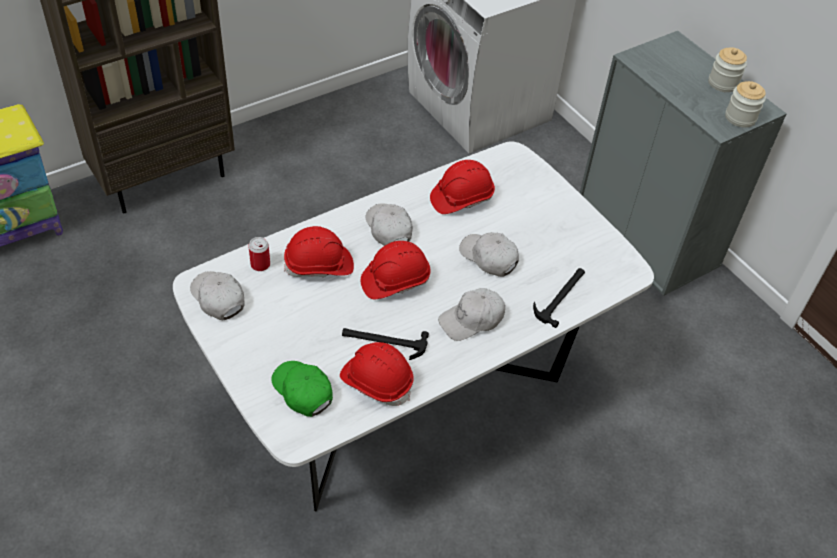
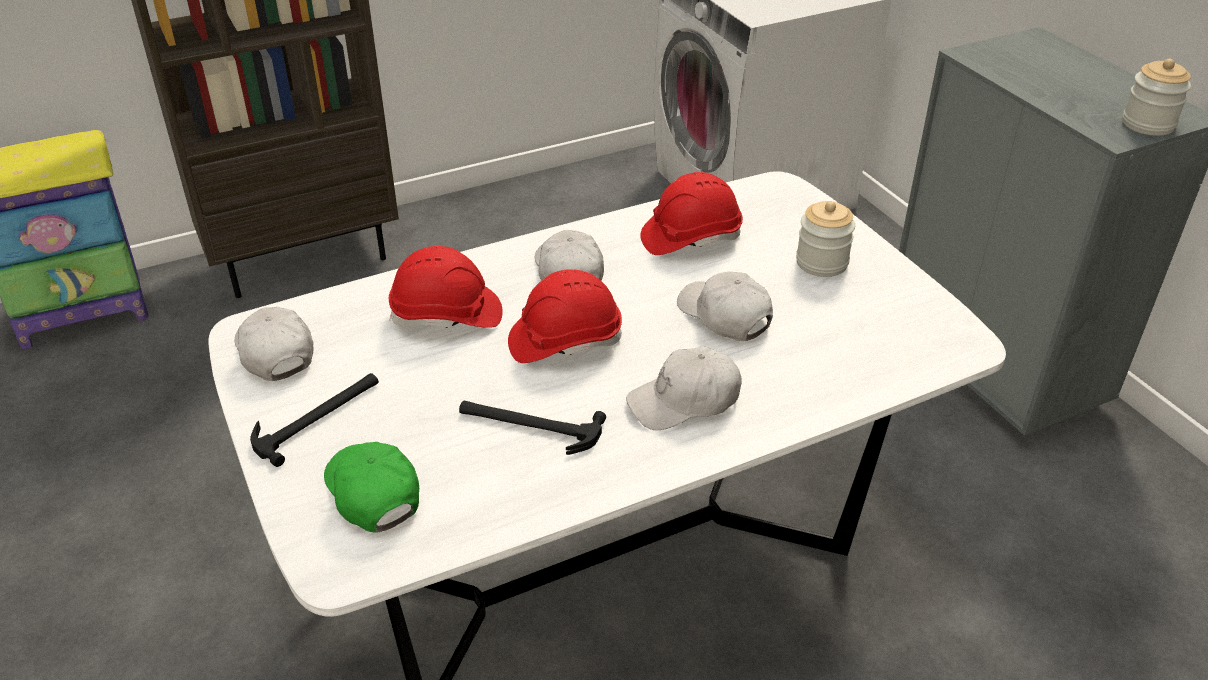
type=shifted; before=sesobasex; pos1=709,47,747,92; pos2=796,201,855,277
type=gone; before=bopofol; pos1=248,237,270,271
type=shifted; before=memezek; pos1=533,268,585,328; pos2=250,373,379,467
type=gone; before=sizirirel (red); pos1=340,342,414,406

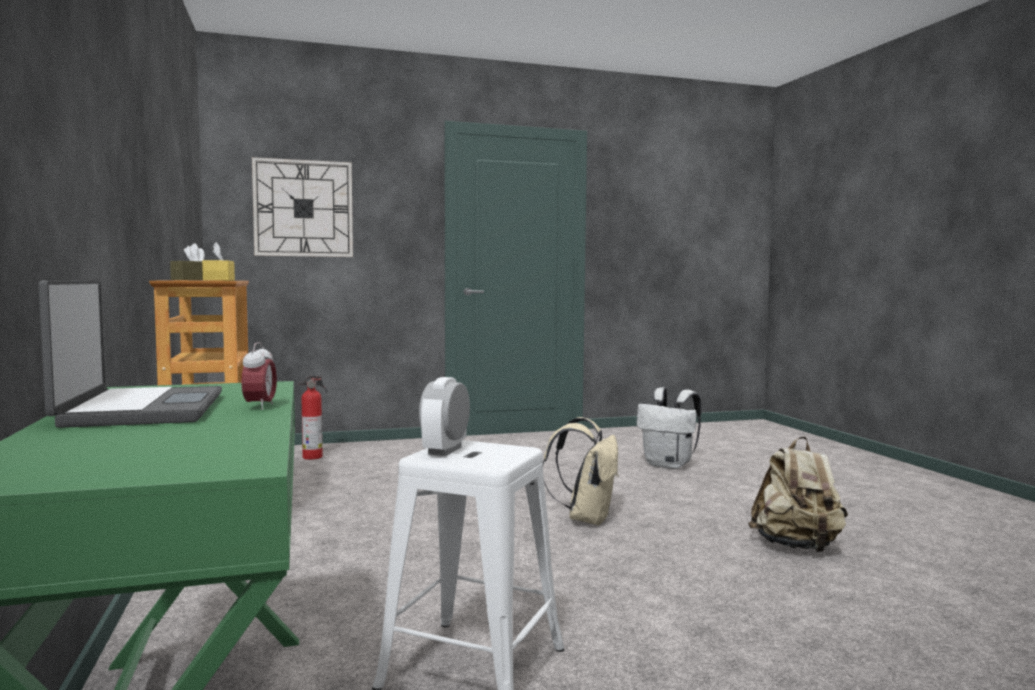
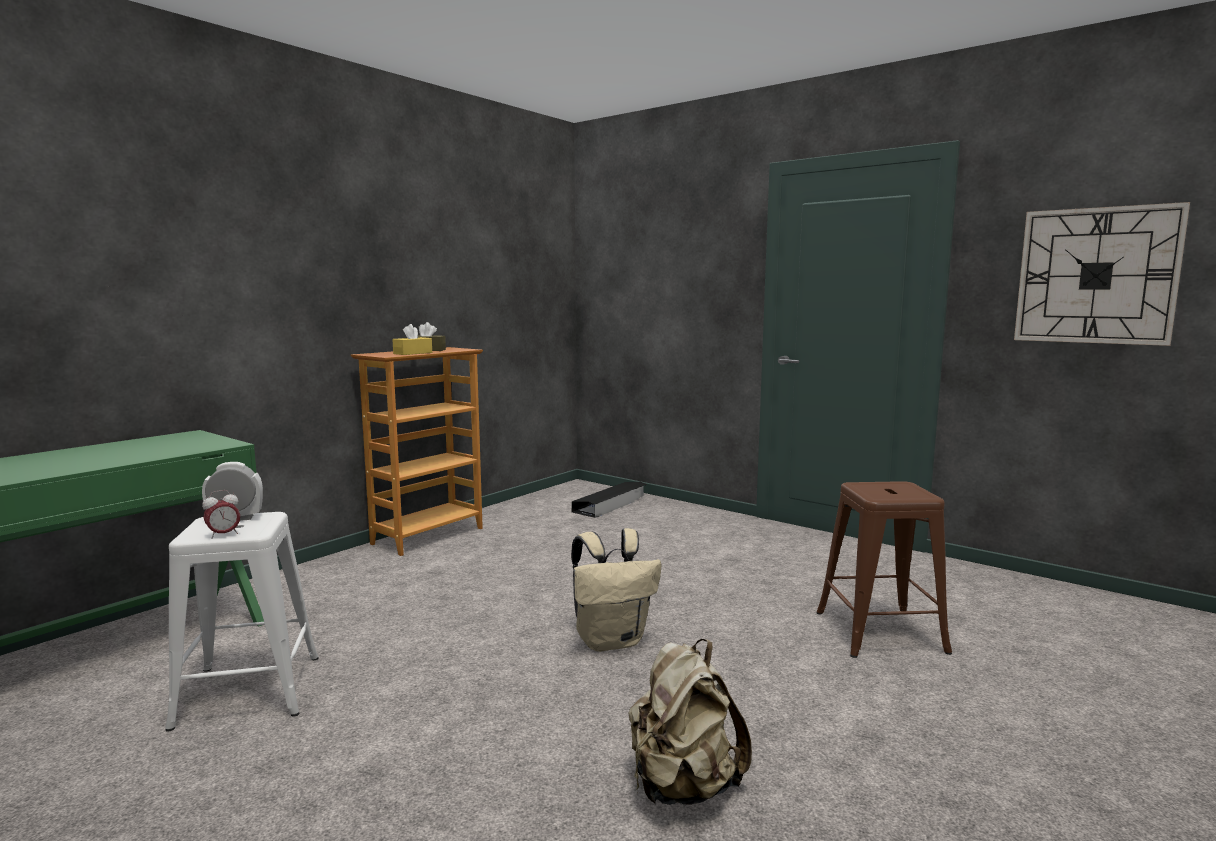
type=shifted; before=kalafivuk; pos1=252,157,353,257; pos2=1014,202,1190,346
type=gone; before=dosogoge; pos1=39,280,222,428
type=shifted; before=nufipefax; pos1=241,342,277,410; pos2=202,490,240,539
type=swapped; before=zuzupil; after=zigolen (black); pos1=298,375,327,460; pos2=572,482,647,518
type=swapped; before=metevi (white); after=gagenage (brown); pos1=636,387,701,469; pos2=816,481,952,658

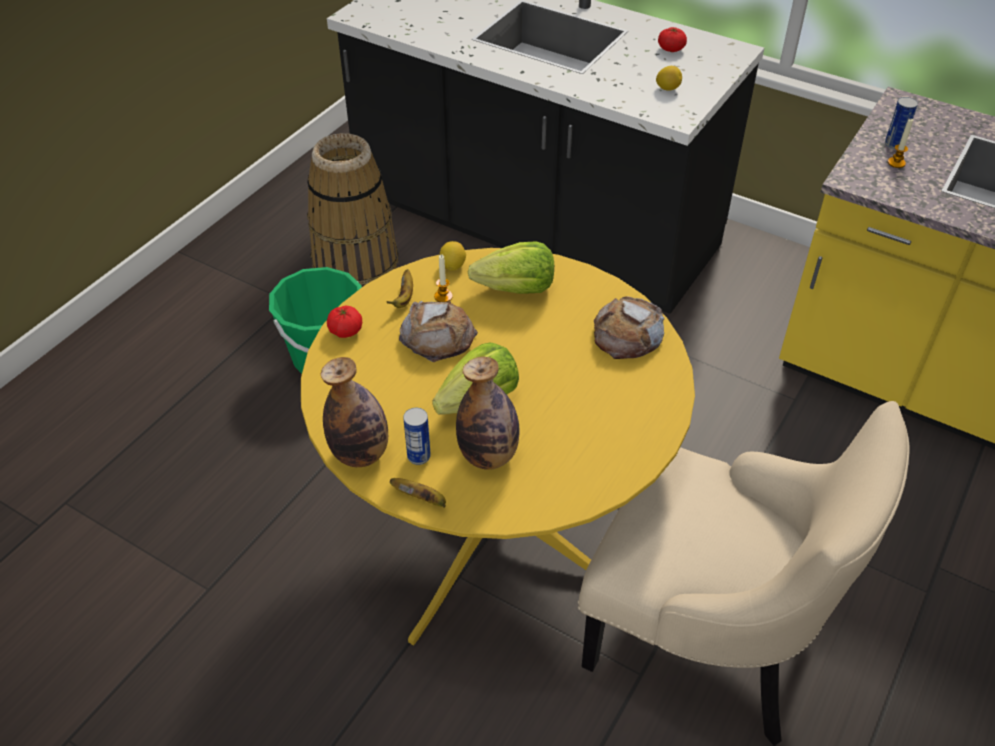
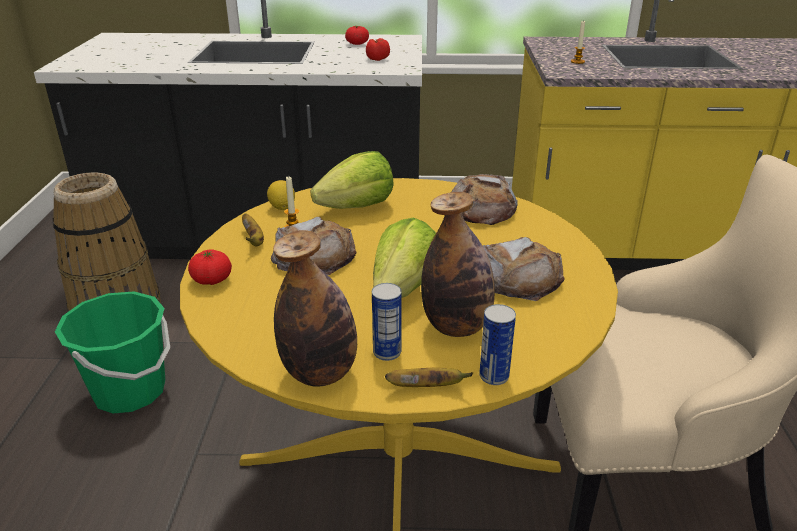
type=swapped; before=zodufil; after=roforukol; pos1=656,66,682,90; pos2=366,38,390,61
type=shifted; before=bopofol; pos1=885,97,918,150; pos2=479,304,516,385
type=new; after=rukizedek; pos2=483,237,565,301

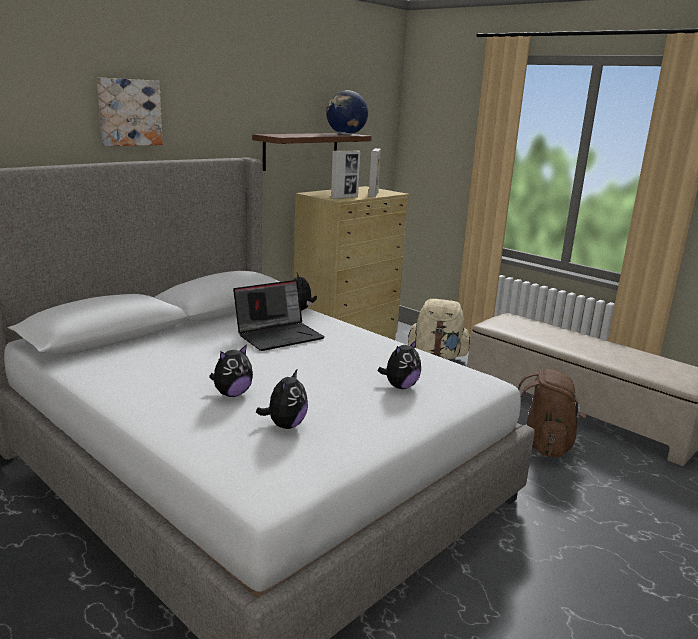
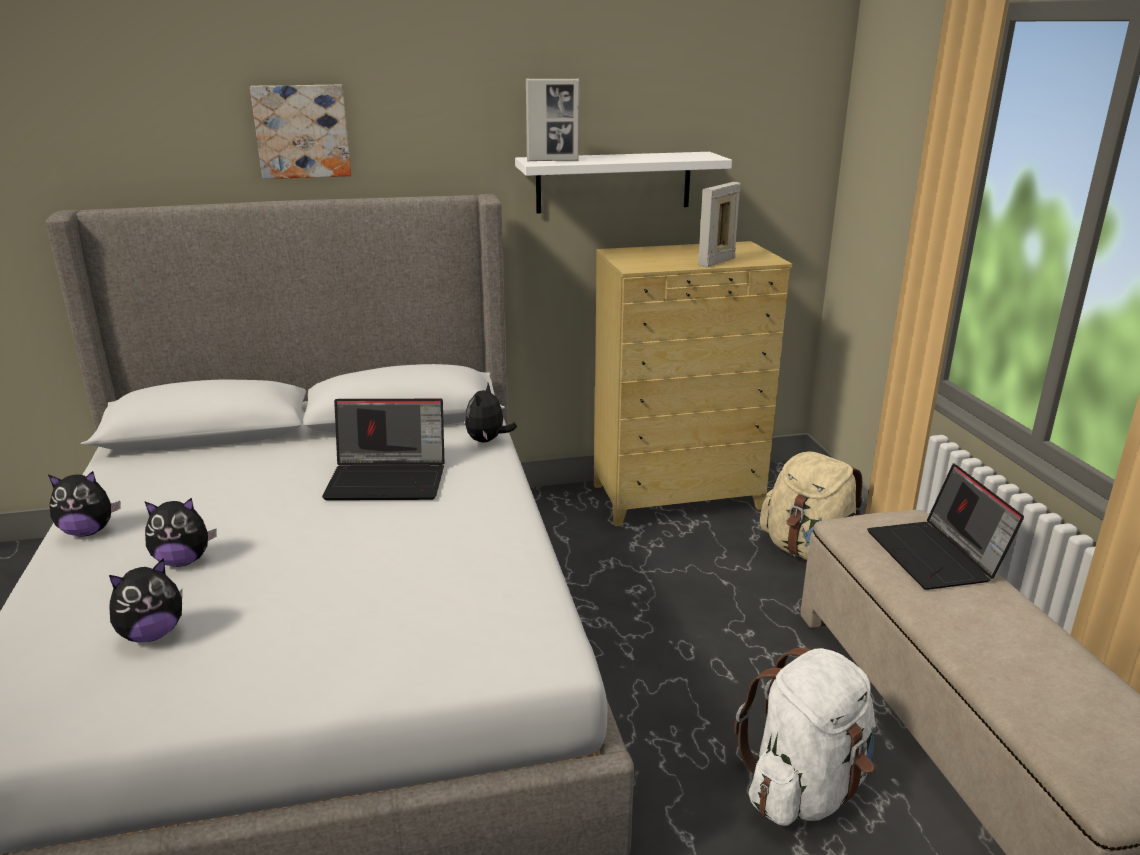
type=gone; before=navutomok; pos1=326,90,368,135
type=repainted; before=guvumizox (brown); after=guvumizox (white); pos1=252,133,371,171; pos2=515,152,732,214
type=shifted; before=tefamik; pos1=331,150,361,199; pos2=526,78,579,161
type=shifted; before=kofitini; pos1=378,340,421,389; pos2=48,471,121,537
type=repainted; before=metevi (brown); after=metevi (white); pos1=518,369,586,457; pos2=734,648,876,826
type=new; after=dosogoge; pos2=867,463,1024,590

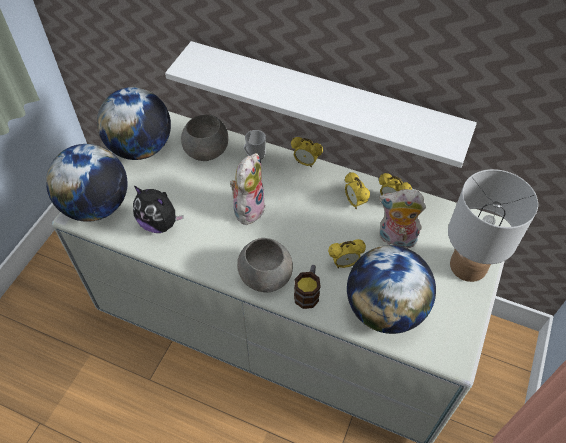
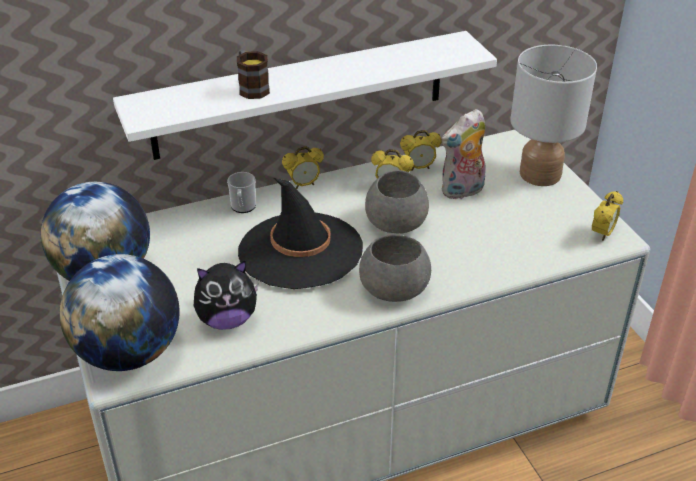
type=shifted; before=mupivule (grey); pos1=181,114,228,161; pos2=365,170,429,233
type=swapped; before=kofitini; after=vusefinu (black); pos1=230,153,266,225; pos2=238,178,363,289
type=shifted; before=nufipefax; pos1=328,239,366,268; pos2=592,191,623,241
type=gone; before=navutomok; pos1=347,245,436,334
type=shifted; before=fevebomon; pos1=294,265,321,309; pos2=237,50,270,99

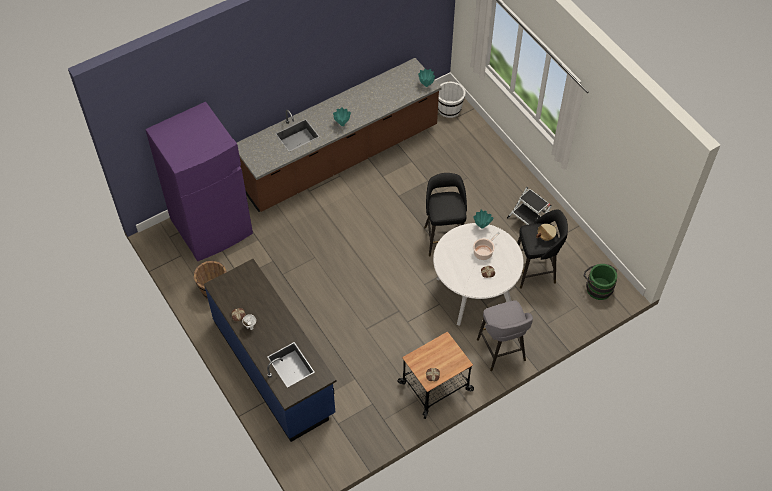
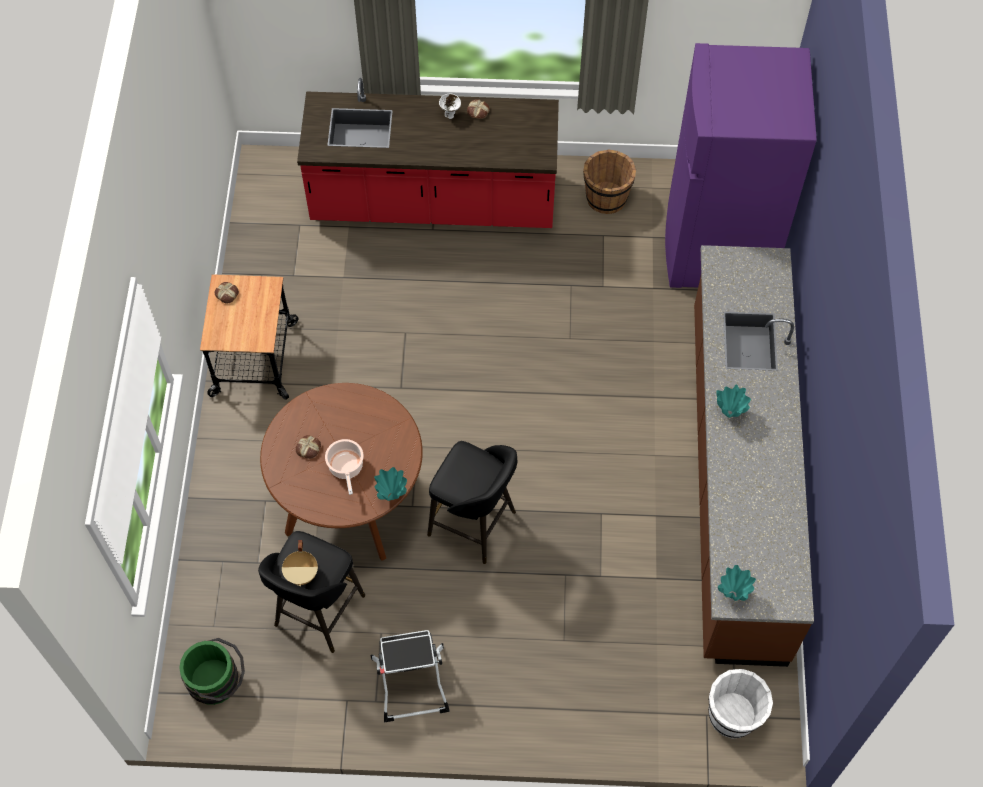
type=repainted; before=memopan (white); after=memopan (brown); pos1=433,223,524,326; pos2=260,383,423,561
type=repainted; before=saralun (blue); after=saralun (red); pos1=204,259,337,442; pos2=297,78,559,228
type=gone; before=gagenage (grey); pos1=477,301,533,371

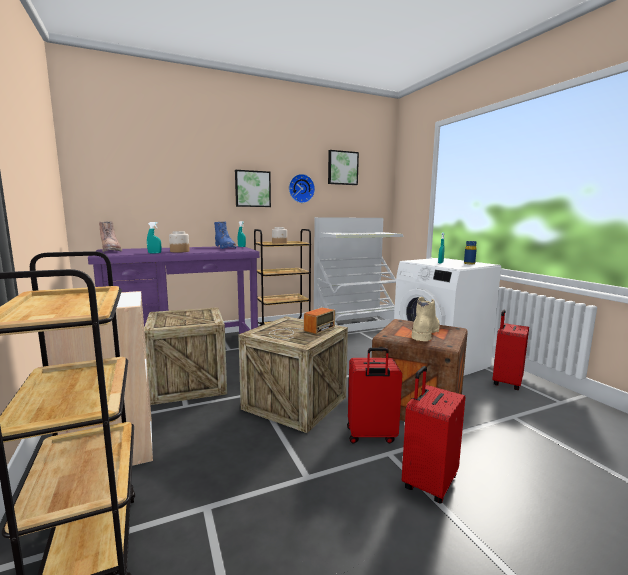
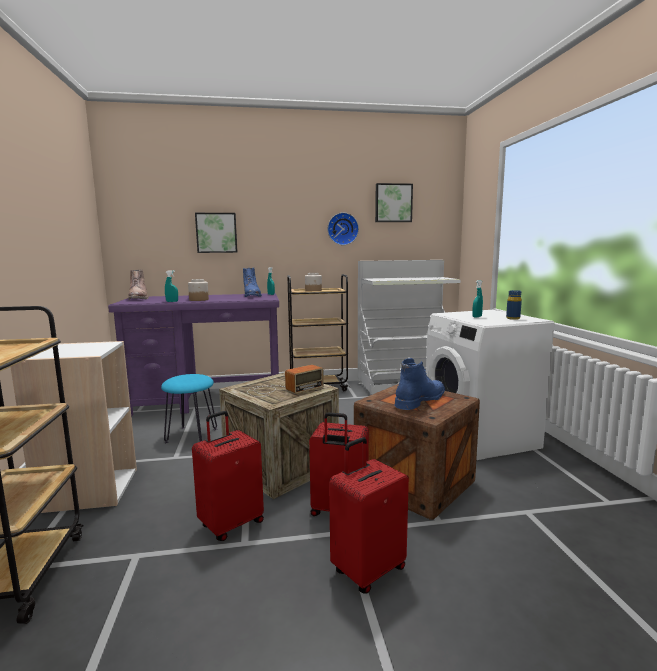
type=shifted; before=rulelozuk; pos1=235,170,271,207; pos2=195,213,238,253
type=repainted; before=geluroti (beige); after=geluroti (blue); pos1=411,297,440,341; pos2=394,358,445,410
type=swapped; before=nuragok; after=gagenage (turquoise); pos1=144,307,227,405; pos2=161,374,217,443
type=shifted; before=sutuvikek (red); pos1=492,310,529,390; pos2=192,411,264,541

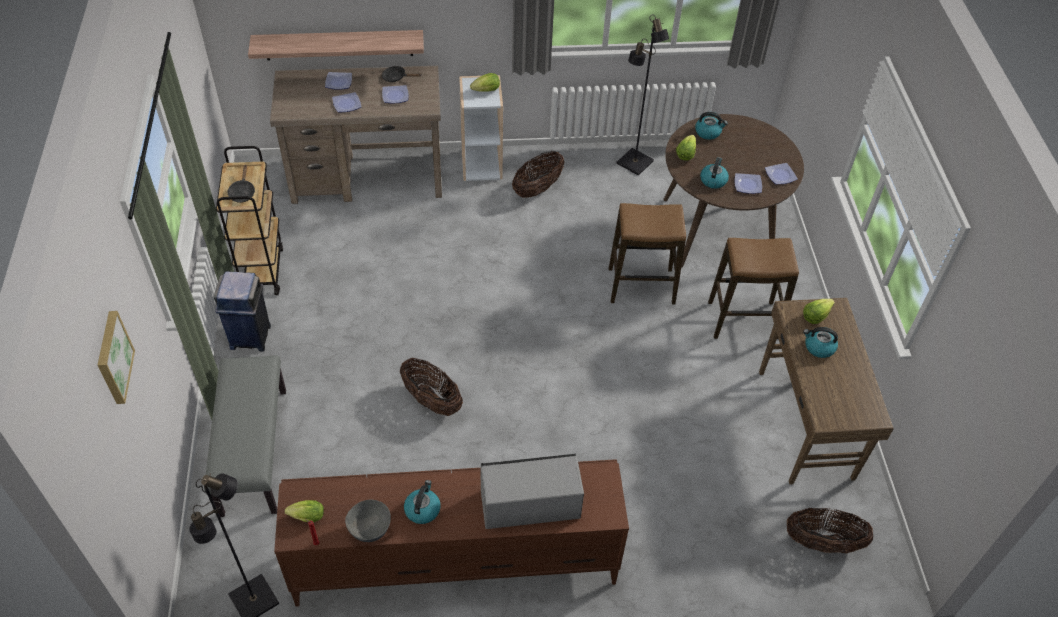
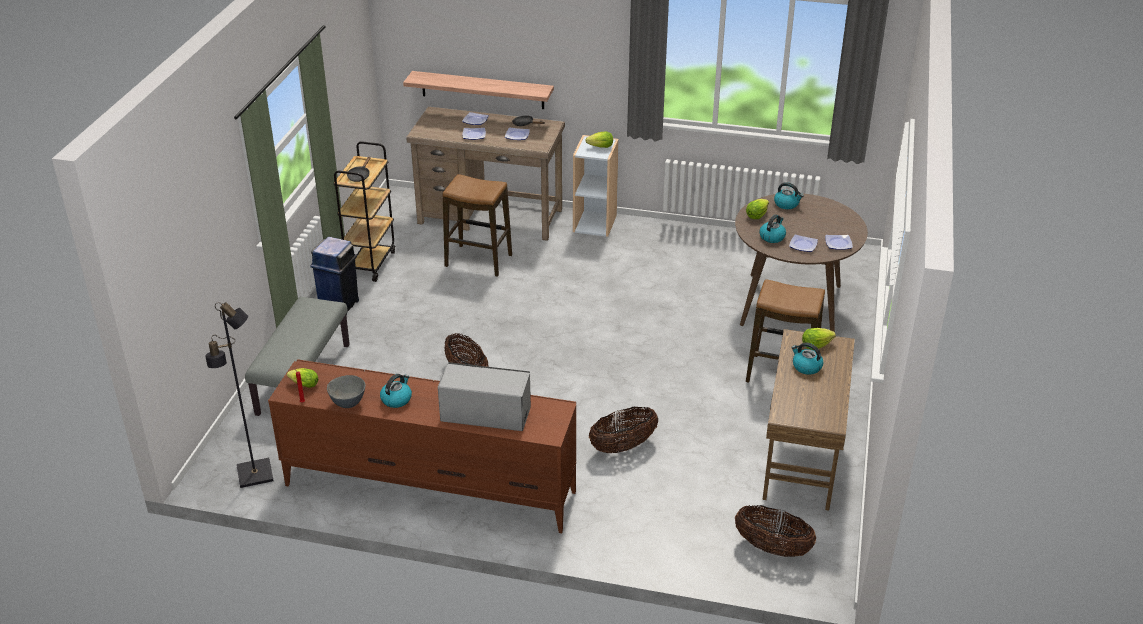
type=gone; before=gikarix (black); pos1=616,14,669,176
type=shifted; before=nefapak; pos1=512,151,565,198; pos2=589,407,658,453
type=shifted; before=gagenage; pos1=609,203,686,305; pos2=443,174,512,277
type=gone; before=rulelozuk; pos1=98,311,135,404

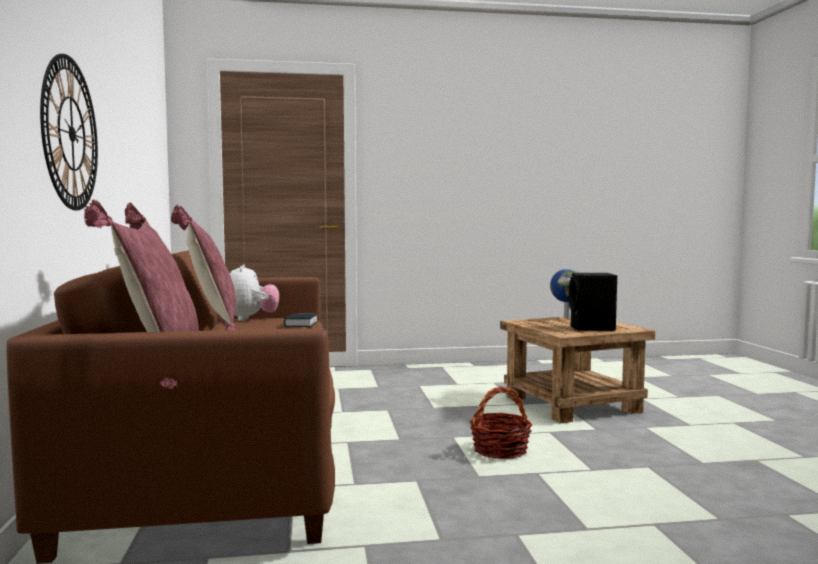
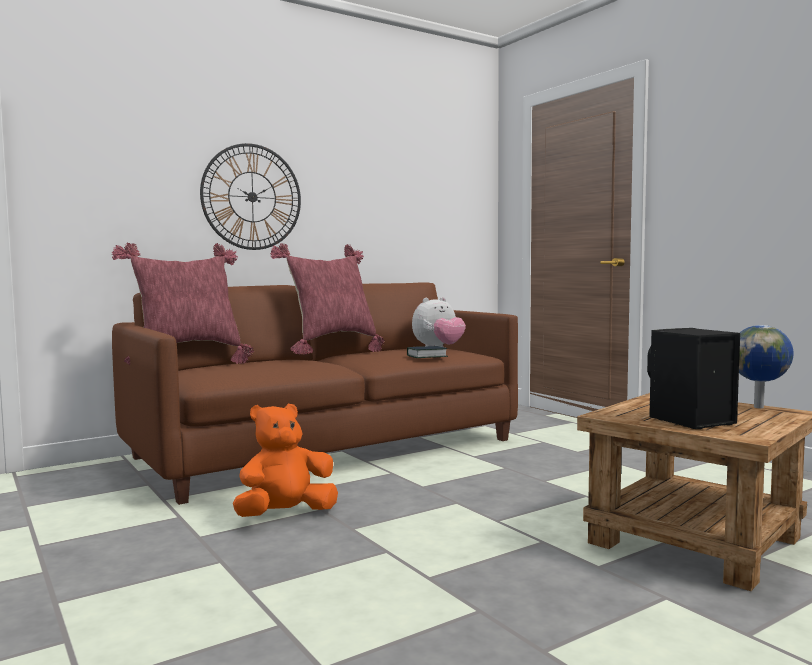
type=gone; before=nefapak; pos1=469,386,533,459
type=new; after=kofitini (orange); pos2=233,404,338,517

